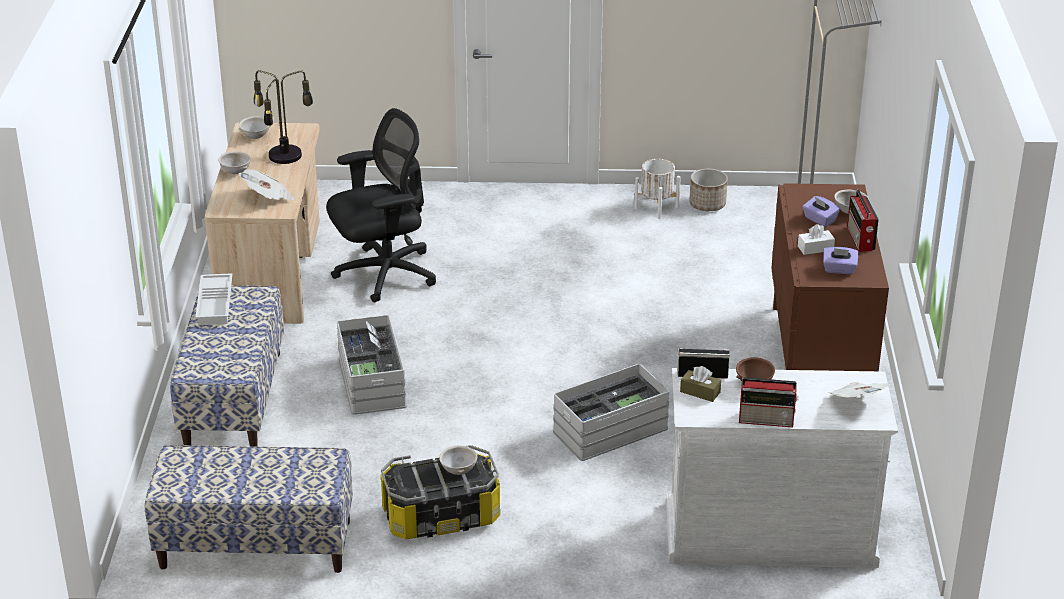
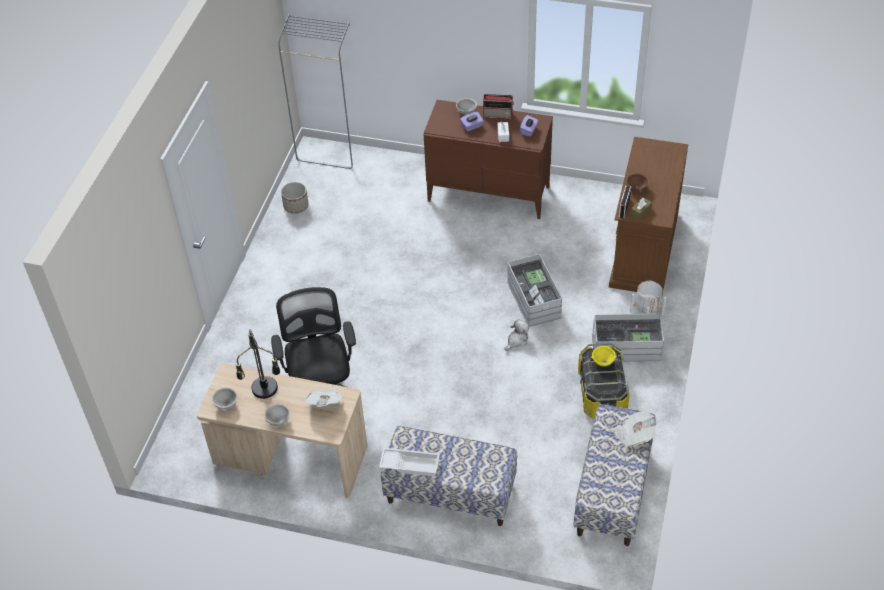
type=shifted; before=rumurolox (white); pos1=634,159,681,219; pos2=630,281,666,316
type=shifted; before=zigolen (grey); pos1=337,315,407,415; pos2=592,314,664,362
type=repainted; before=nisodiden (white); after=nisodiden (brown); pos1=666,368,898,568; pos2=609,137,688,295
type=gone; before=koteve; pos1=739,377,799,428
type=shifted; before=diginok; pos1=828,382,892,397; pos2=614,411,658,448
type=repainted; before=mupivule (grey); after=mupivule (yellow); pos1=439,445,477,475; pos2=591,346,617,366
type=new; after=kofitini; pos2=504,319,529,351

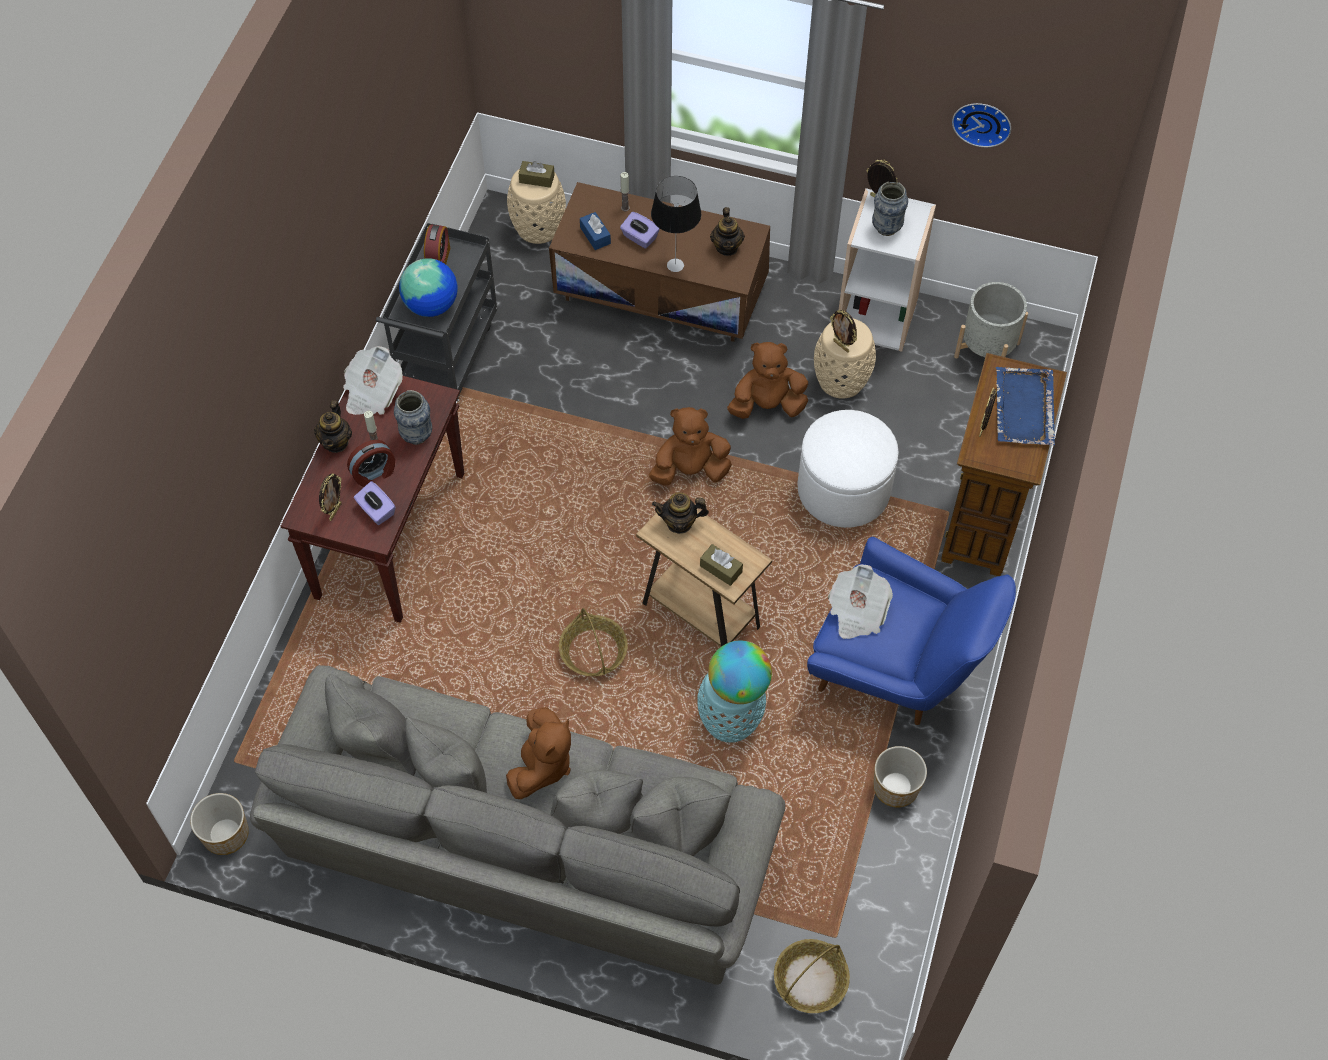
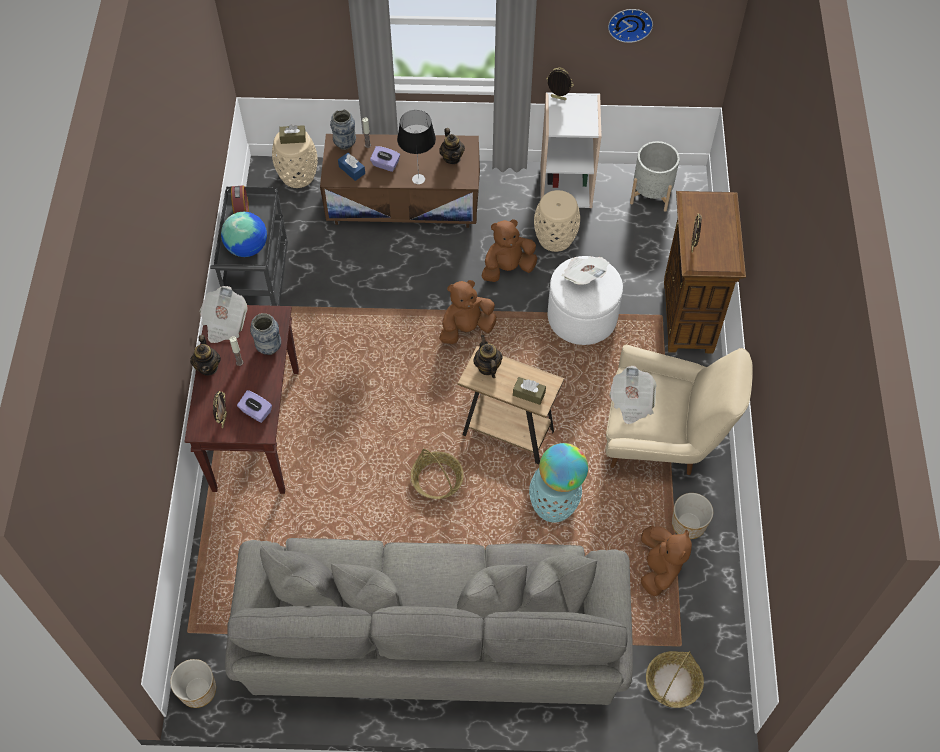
type=shifted; before=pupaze; pos1=872,181,908,236; pos2=330,109,356,150
type=gone; before=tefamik; pos1=830,310,857,353
type=gone; before=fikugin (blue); pos1=996,367,1055,445
type=gone; before=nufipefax; pos1=347,440,395,487
type=rotated; before=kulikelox; pos1=652,492,709,534; pos2=474,335,502,378; turn=90
type=repainted; before=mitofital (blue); after=mitofital (beige); pos1=807,537,1016,725; pos2=606,345,753,475
type=shifted; before=kofitini (brown); pos1=506,707,571,799; pos2=641,526,692,596
type=new; after=diginok; pos2=561,257,609,285

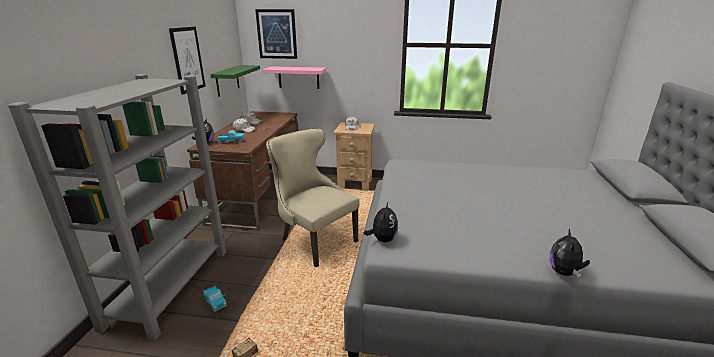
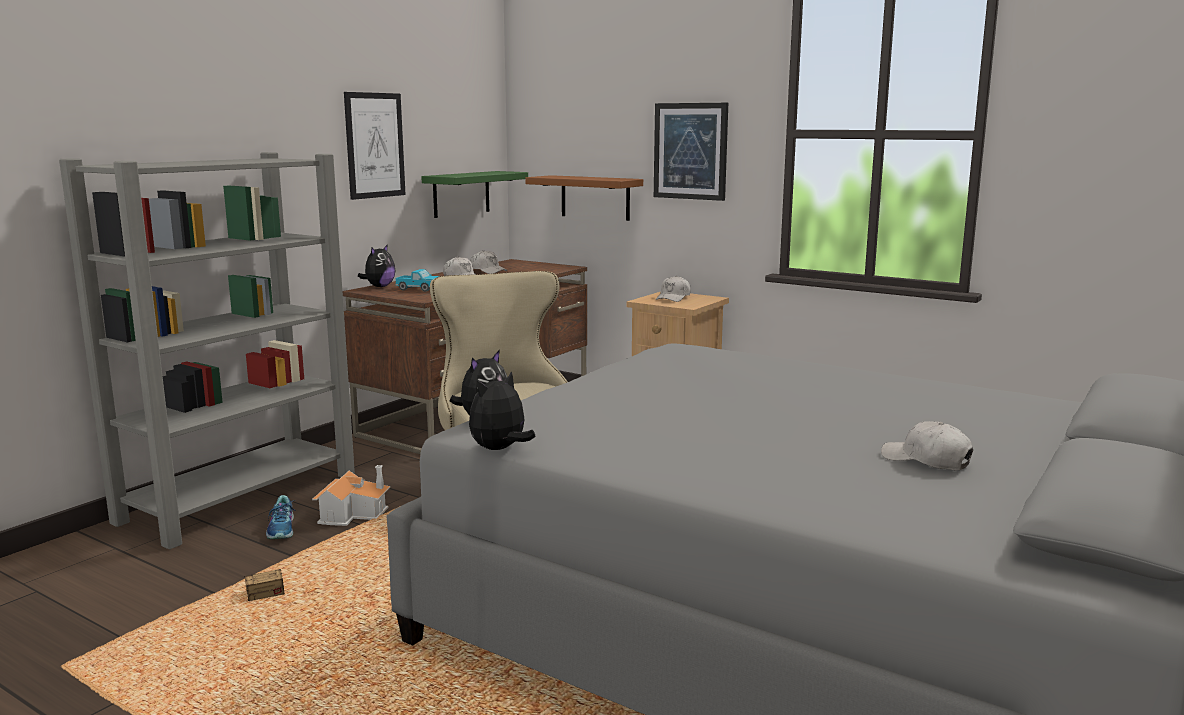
type=shifted; before=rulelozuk; pos1=255,9,297,59; pos2=654,103,728,201
type=repainted; before=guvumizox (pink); after=guvumizox (brown); pos1=263,66,326,89; pos2=525,175,643,221
type=shifted; before=kofitini; pos1=550,229,590,278; pos2=469,371,535,450
type=swapped; before=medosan; after=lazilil; pos1=203,286,227,312; pos2=266,495,296,539
type=new; after=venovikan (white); pos2=881,421,973,470
type=new; after=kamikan; pos2=312,465,390,526

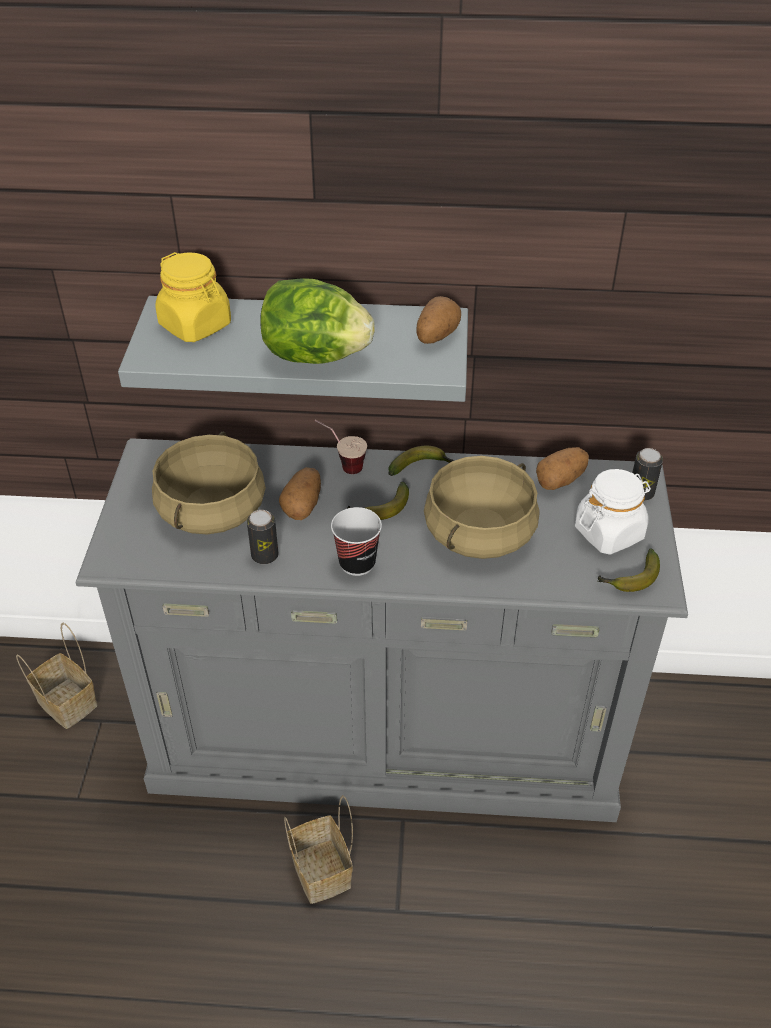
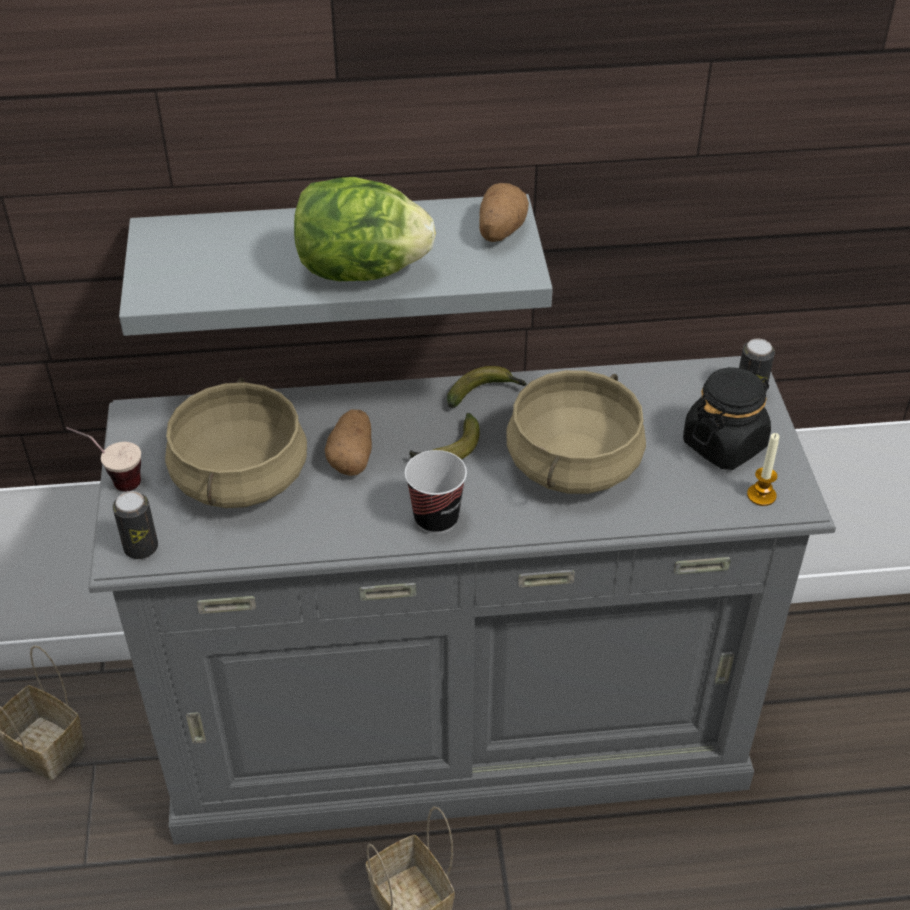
type=gone; before=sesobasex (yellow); pos1=155,252,231,342
type=shifted; before=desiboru; pos1=315,420,367,474; pos2=66,427,141,491
type=gone; before=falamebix; pos1=536,447,589,490
type=repainted; before=sesobasex (white); after=sesobasex (black); pos1=575,469,651,555; pos2=683,367,771,470
type=shifted; before=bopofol; pos1=247,510,278,564; pos2=113,491,158,559
type=swapped; before=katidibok; after=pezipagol; pos1=597,548,660,592; pos2=747,433,780,506

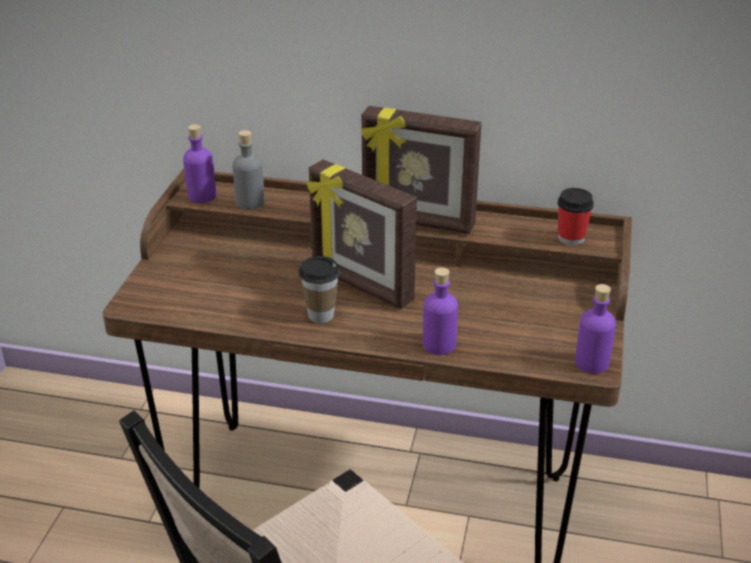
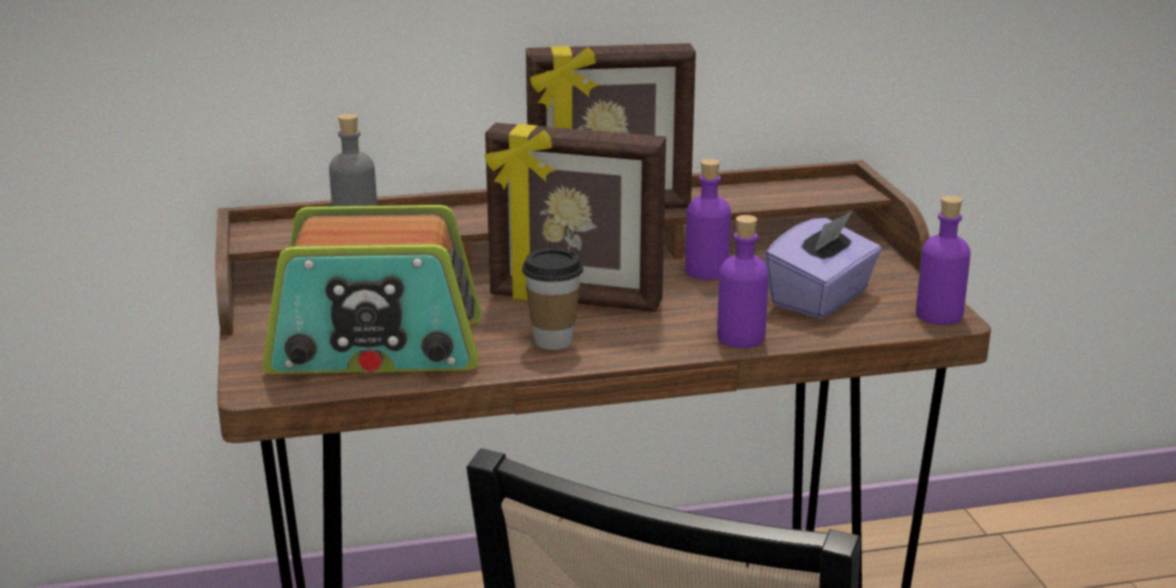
type=shifted; before=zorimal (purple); pos1=183,124,216,203; pos2=685,159,731,280
type=gone; before=desiboru; pos1=558,188,594,245
type=new; after=koteve; pos2=263,205,481,374
type=new; after=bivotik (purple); pos2=764,211,882,319

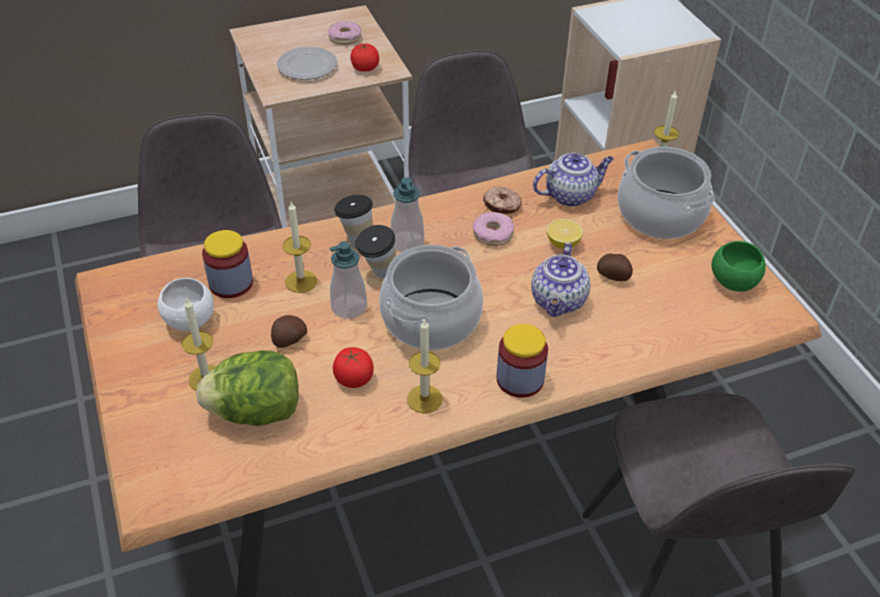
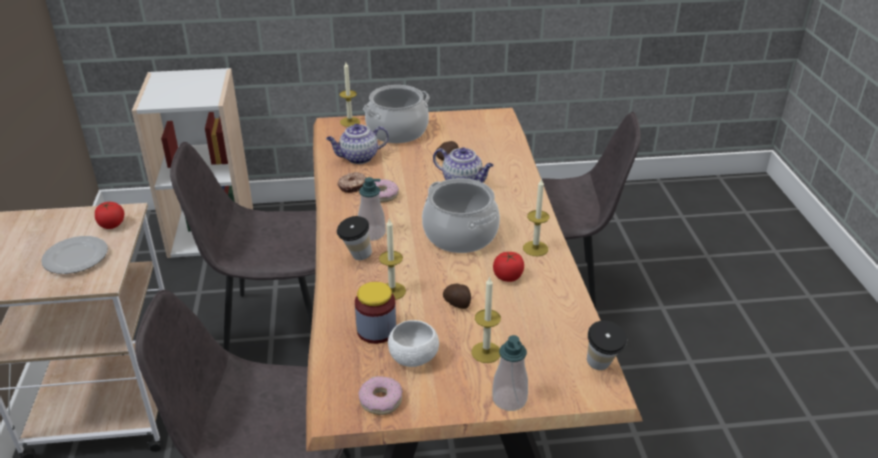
type=shifted; before=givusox; pos1=328,21,361,45; pos2=358,376,403,415
type=rotated; before=kulikelox; pos1=533,153,614,207; pos2=326,124,389,164; turn=-105
type=gone; before=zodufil; pos1=547,219,583,249
type=shifted; before=desiboru; pos1=355,225,396,278; pos2=587,321,627,370
type=shifted; before=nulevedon; pos1=329,241,367,319; pos2=492,335,528,411
type=gone; before=mupivule (green); pos1=711,241,766,292
type=gone; before=sesobasex; pos1=496,324,548,398
type=gone; before=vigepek; pos1=196,350,299,426

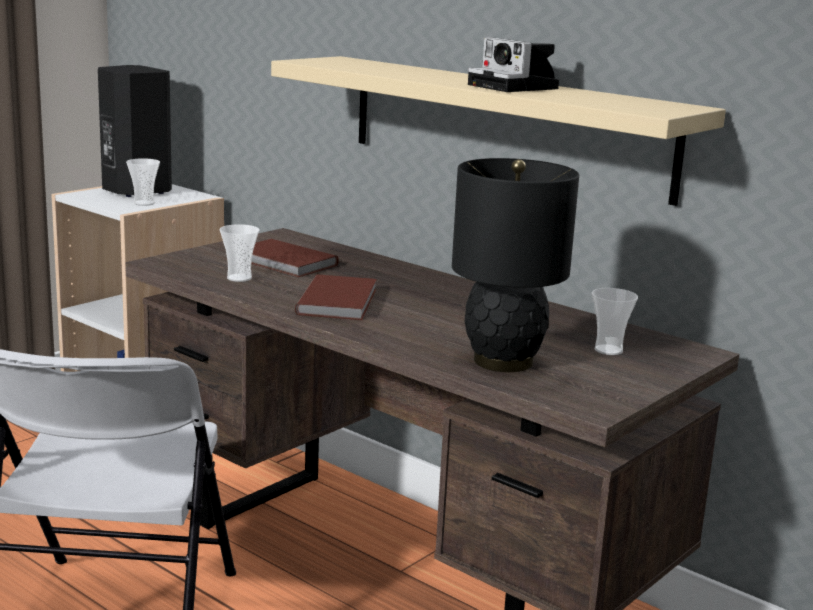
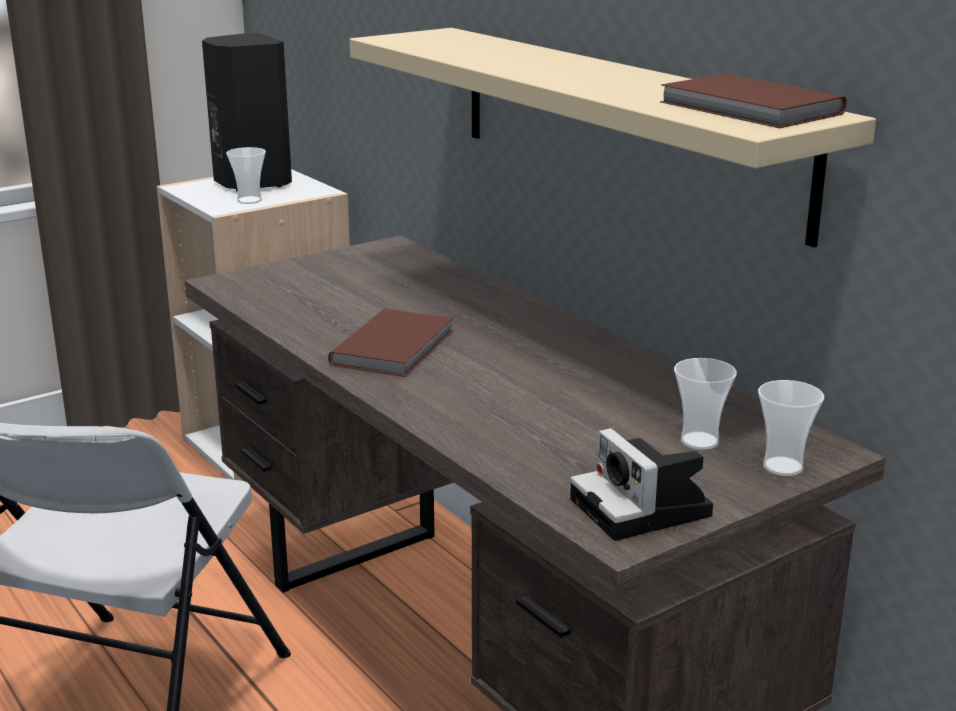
type=shifted; before=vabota; pos1=468,37,559,92; pos2=570,428,713,541
type=gone; before=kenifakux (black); pos1=452,158,579,372
type=shifted; before=desiboru; pos1=219,224,259,282; pos2=758,380,824,476
type=shifted; before=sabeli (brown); pos1=251,239,339,277; pos2=660,74,847,128

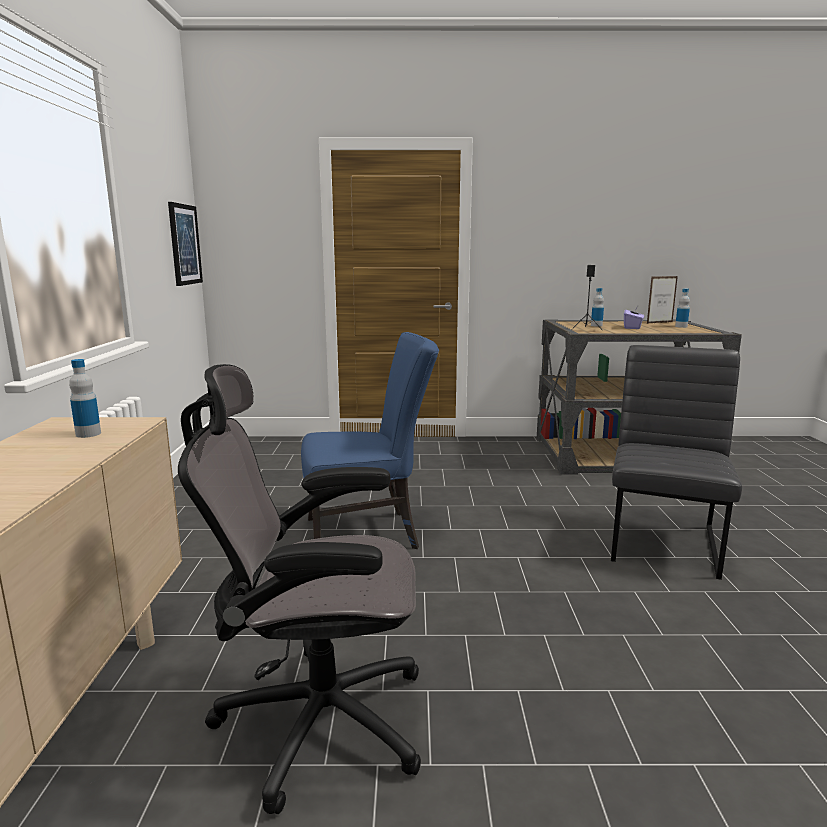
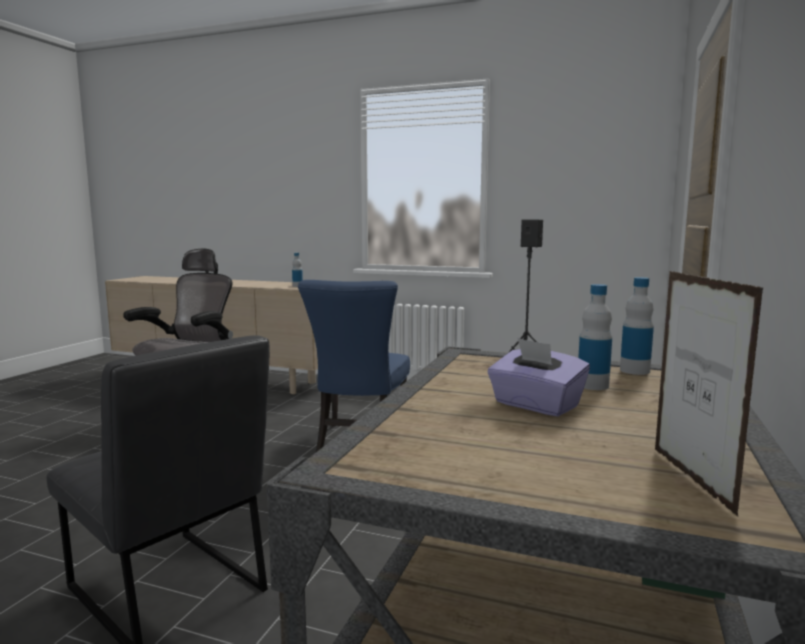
type=gone; before=rulelozuk; pos1=168,202,203,286
type=shifted; before=zorimal; pos1=675,289,690,328; pos2=620,277,654,375

